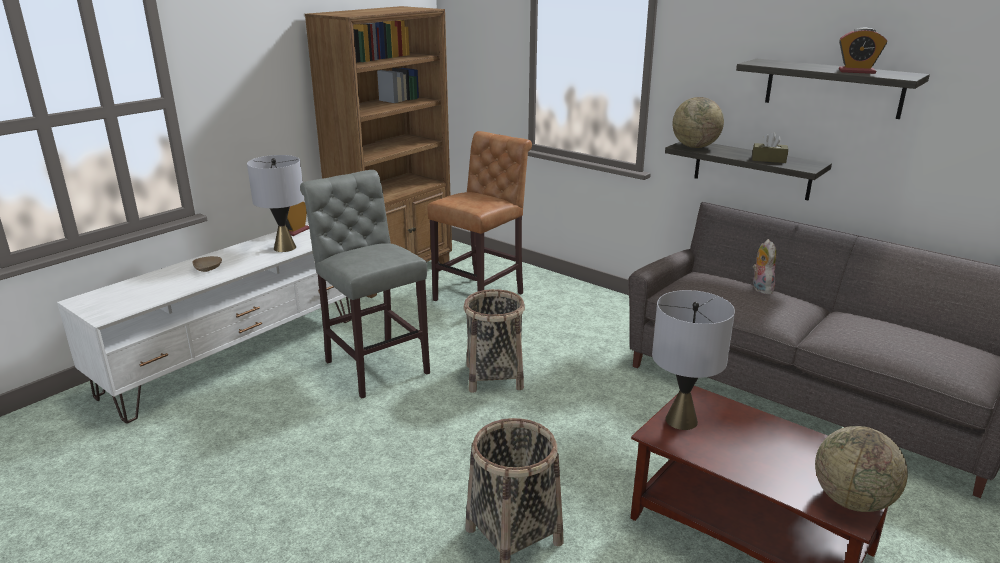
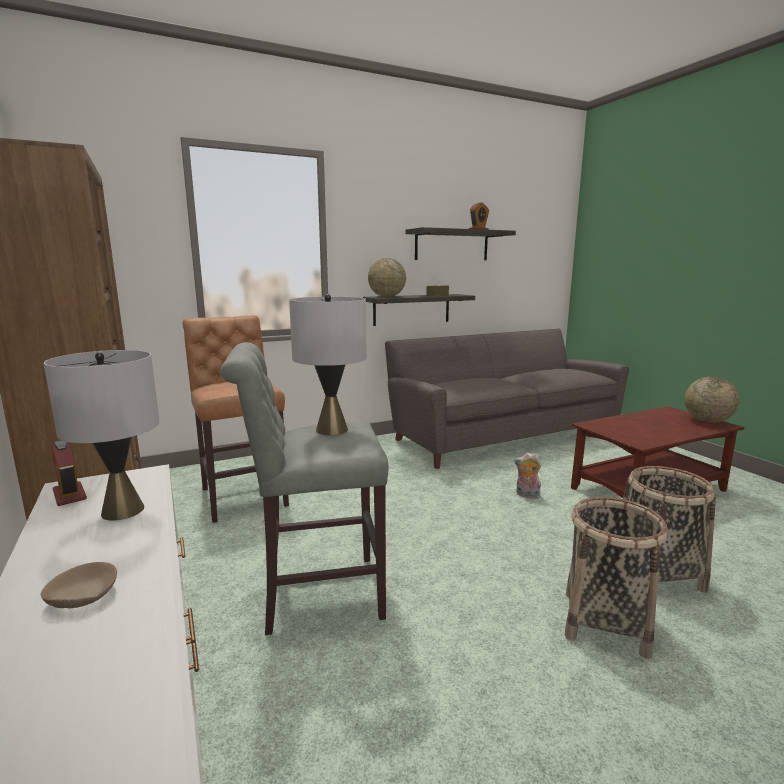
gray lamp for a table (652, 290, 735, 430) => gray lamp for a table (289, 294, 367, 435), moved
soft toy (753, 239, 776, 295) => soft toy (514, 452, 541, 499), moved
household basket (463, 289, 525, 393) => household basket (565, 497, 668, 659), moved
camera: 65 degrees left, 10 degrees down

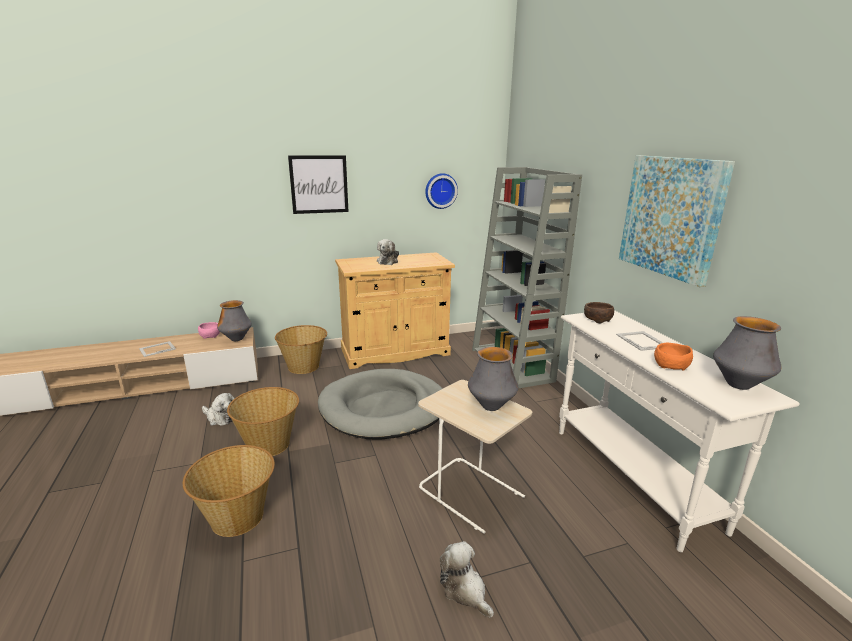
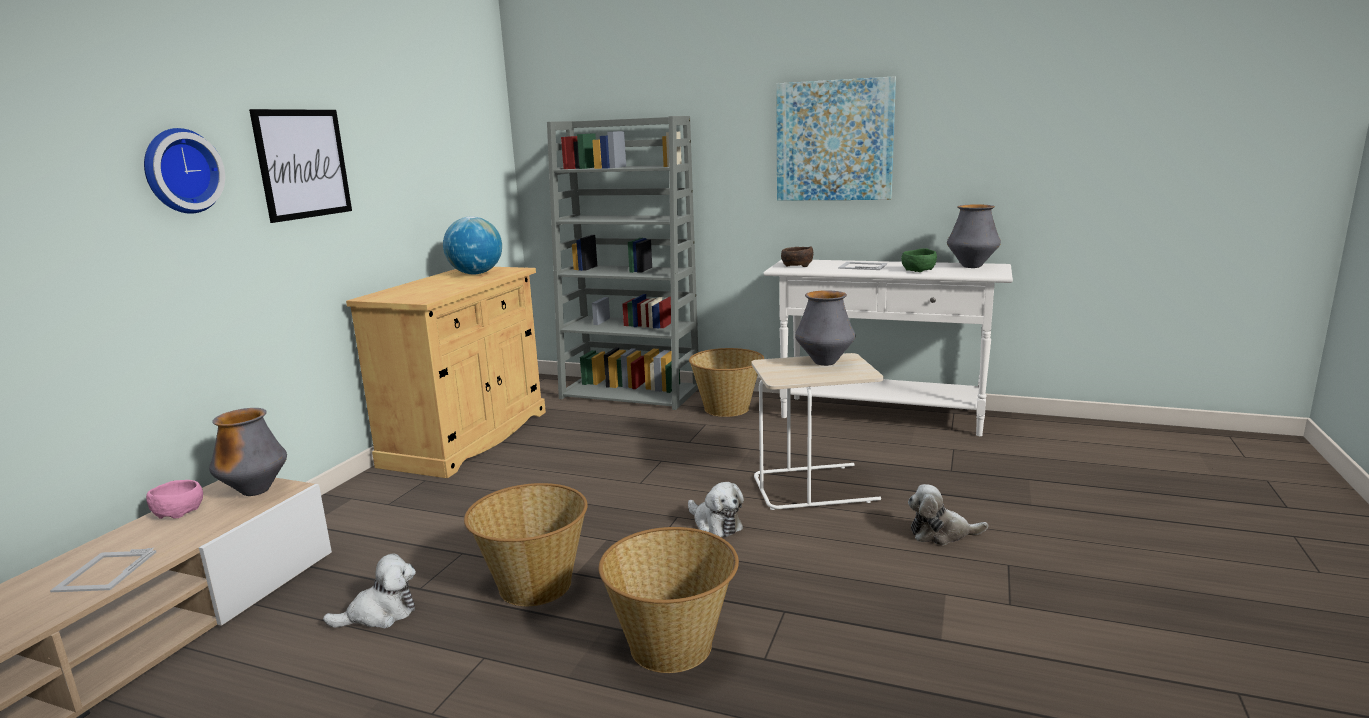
hanging clock (425, 173, 458, 209) => hanging clock (144, 128, 225, 214), moved
nothing => globe (443, 216, 502, 274)
soft toy (377, 239, 399, 265) => soft toy (688, 482, 744, 537), moved
household basket (275, 325, 327, 374) => household basket (689, 348, 764, 417), moved
orange serving bowl (654, 342, 693, 371) => green serving bowl (901, 248, 937, 272)
gray dog cushion (318, 369, 443, 440) => nothing
camera: 50 degrees left, 5 degrees down

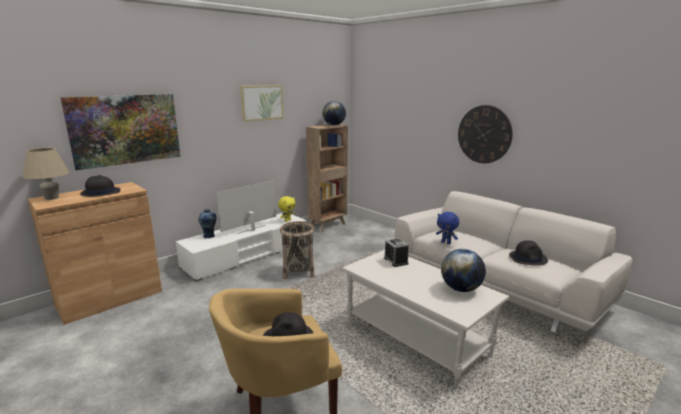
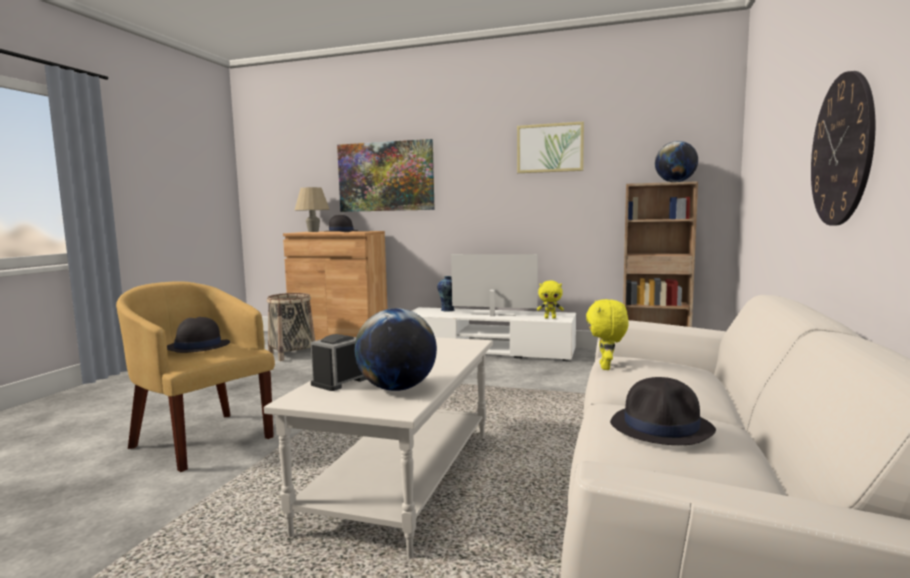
household basket (280, 221, 315, 279) => household basket (267, 293, 315, 361), moved
table clock (384, 238, 409, 267) => table clock (311, 334, 367, 391), moved
blue soft toy (436, 212, 459, 244) => yellow-coloured soft toy (586, 299, 629, 370)
camera: 60 degrees right, 10 degrees down

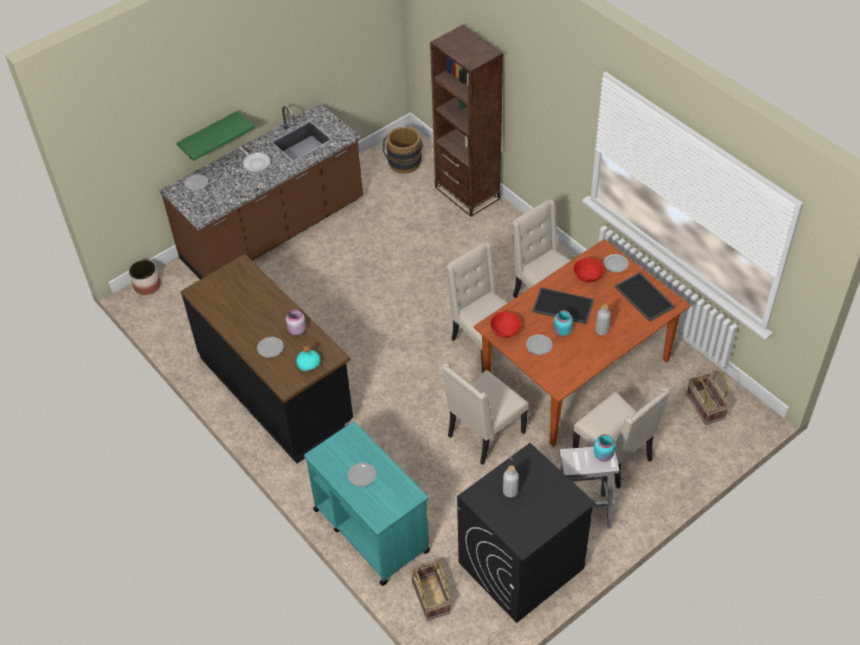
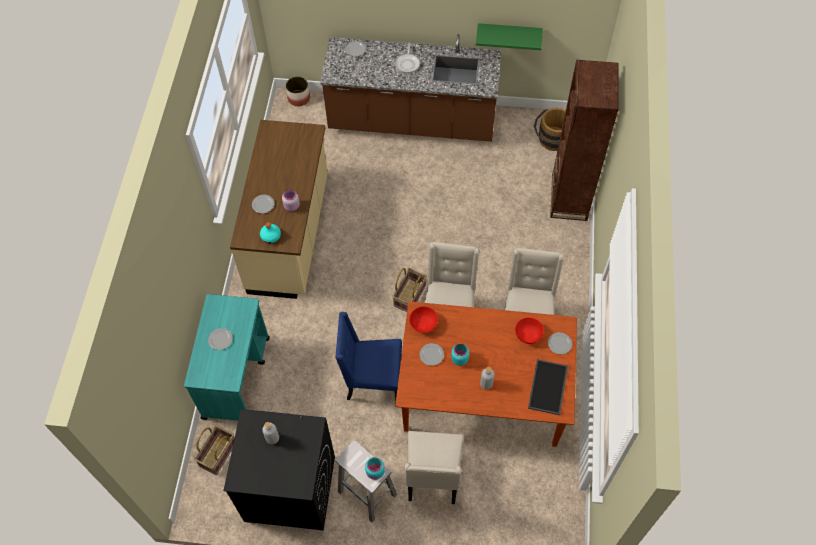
black-coloured counter (181, 254, 353, 464) => beige-coloured counter (230, 120, 328, 299)
beige-coloured chair (442, 363, 529, 465) => blue chair (335, 312, 402, 400)
household basket (687, 371, 730, 425) => household basket (393, 268, 427, 312), moved
green shelf (177, 111, 255, 161) => green shelf (476, 23, 543, 50), moved
carrying tray (532, 287, 594, 324) => nothing
camera: 45 degrees right, 10 degrees up

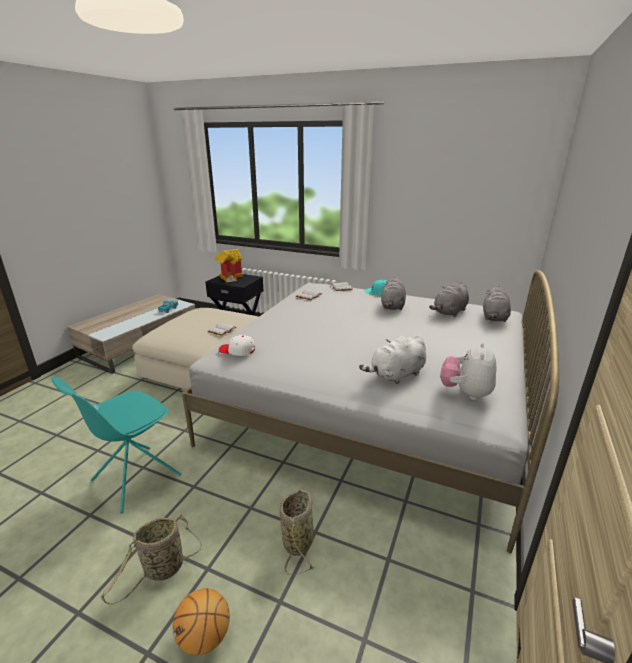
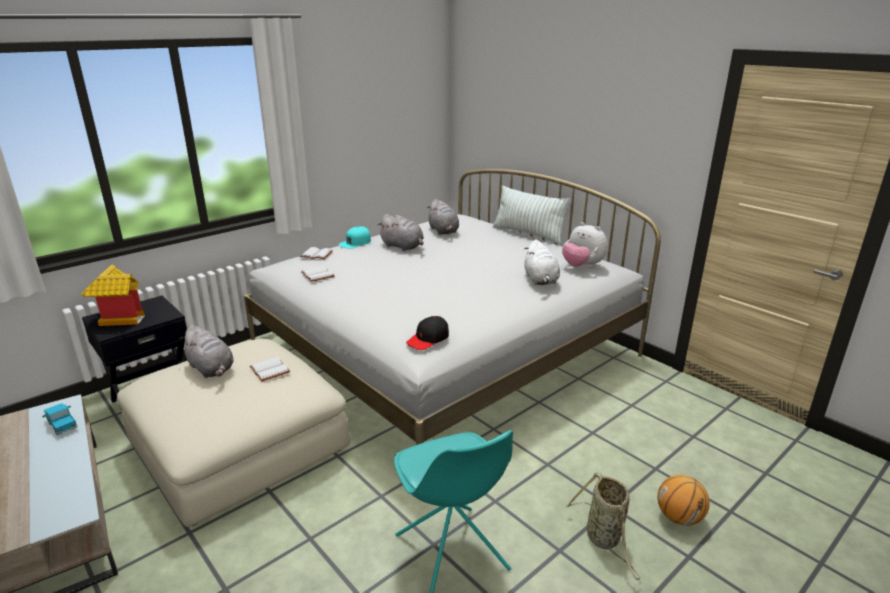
gray soft toy (483, 285, 511, 322) => gray soft toy (180, 325, 233, 378), moved
white-coloured cap (219, 335, 255, 356) => black-coloured cap (406, 316, 449, 350)
nothing => cushion (493, 186, 571, 244)
household basket (279, 489, 315, 575) => nothing
camera: 65 degrees left, 0 degrees up

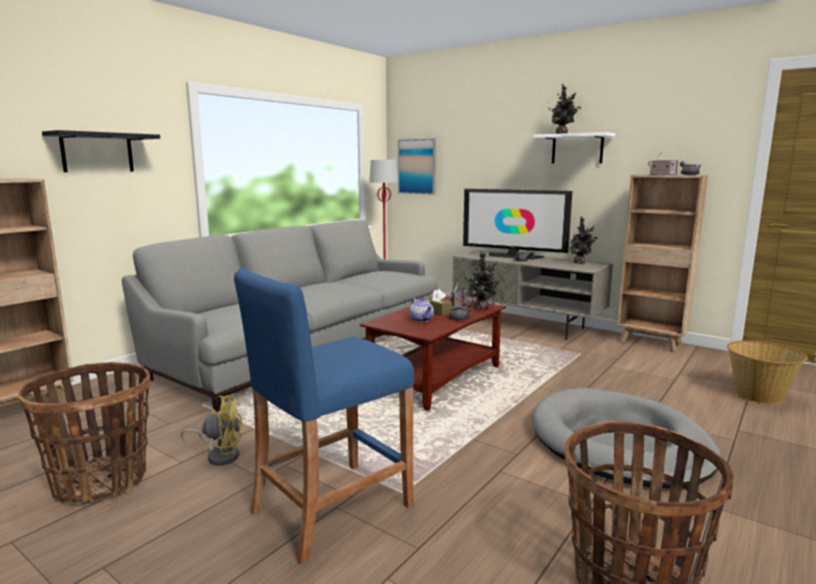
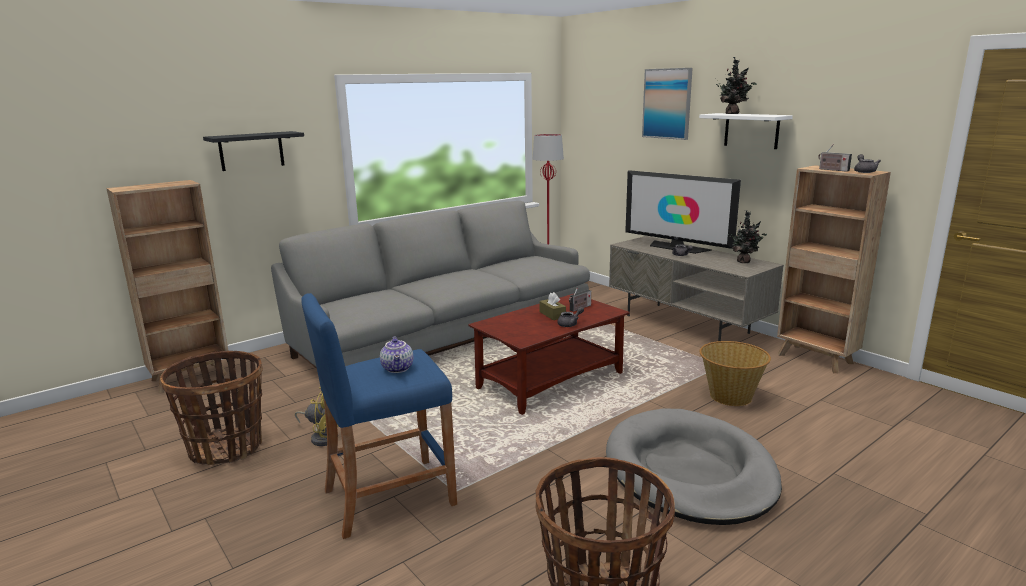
teapot (410, 297, 434, 322) => teapot (380, 336, 413, 373), moved
wall picture (398, 139, 436, 195) => wall picture (642, 68, 693, 140), moved
household basket (727, 340, 808, 404) => household basket (699, 341, 771, 406), moved
houseplant (463, 251, 505, 309) => nothing
camera: 15 degrees right, 5 degrees up

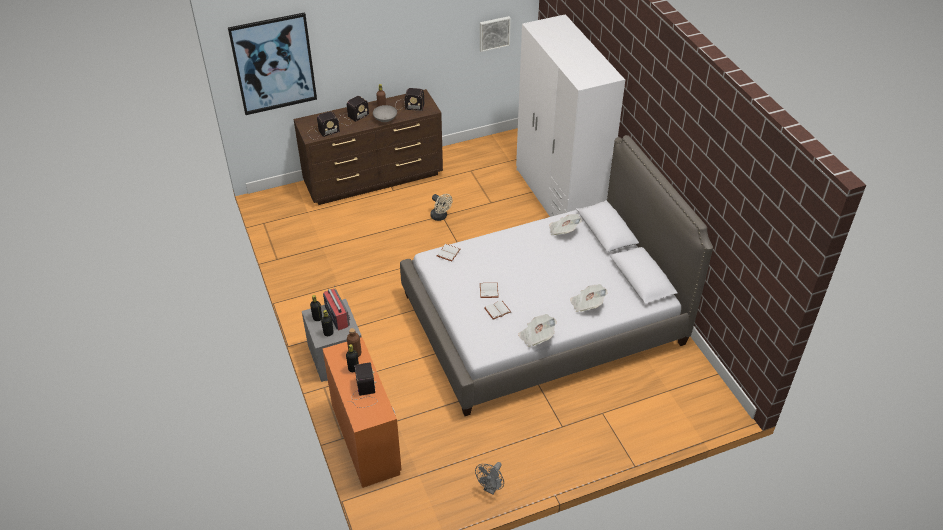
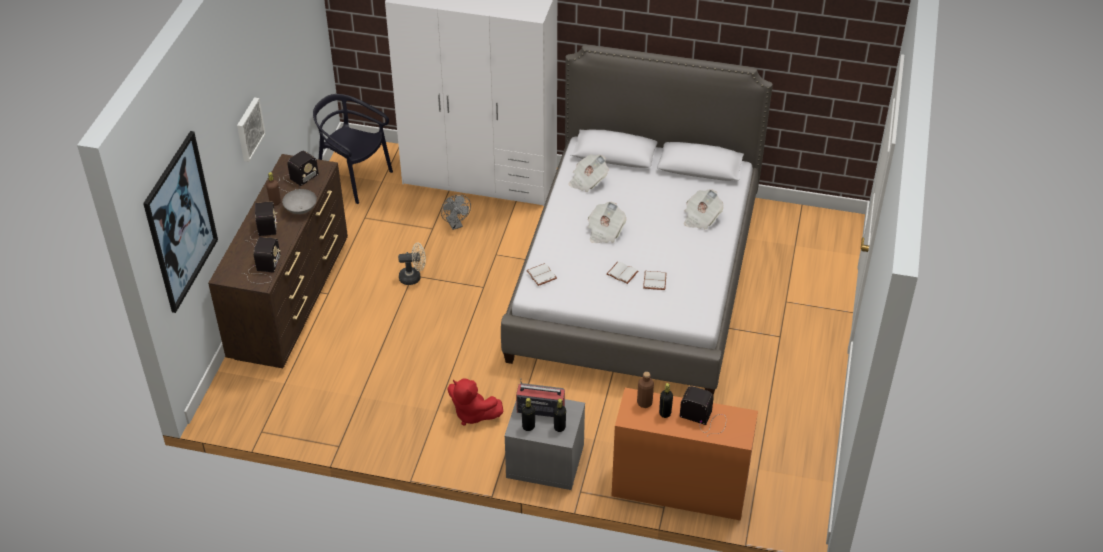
wall picture (480, 16, 511, 52) => wall picture (237, 97, 266, 162), moved
nothing => black-coloured chair (313, 94, 393, 204)
gray electric fan (475, 462, 504, 495) => gray electric fan (441, 195, 471, 230), moved
nothing => red-coloured soft toy (447, 378, 504, 426)
daily paper (518, 314, 557, 347) => daily paper (587, 202, 626, 243), moved
camera: 55 degrees left, 0 degrees up

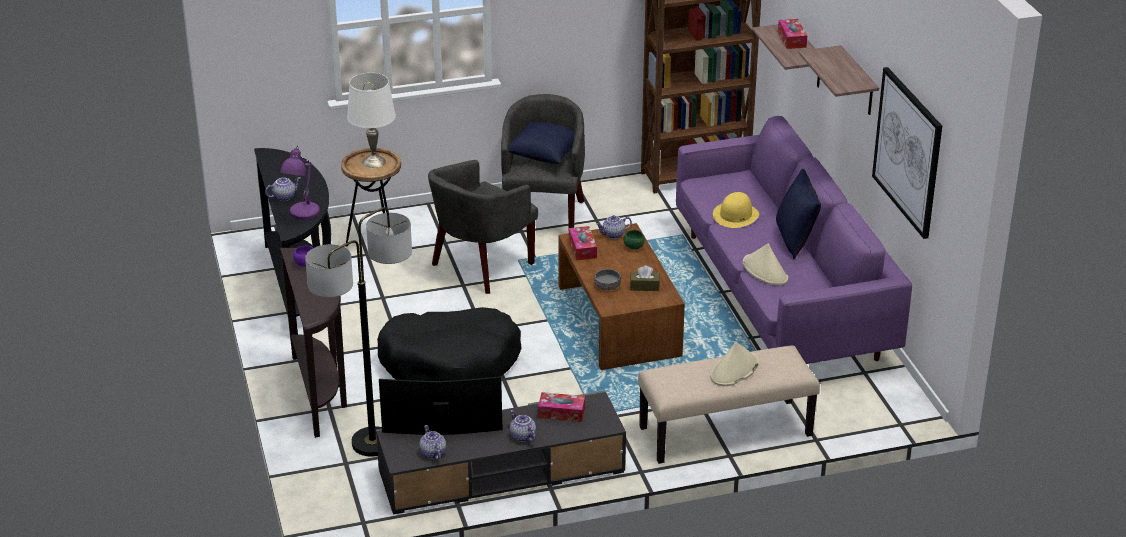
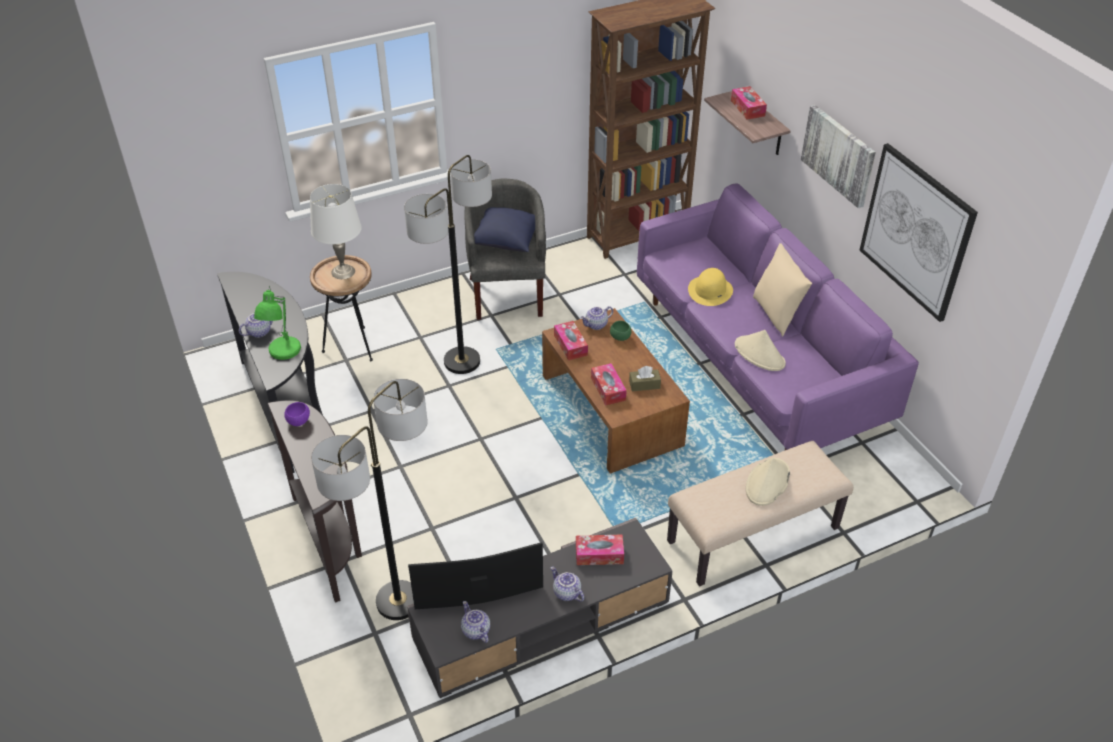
purplish lamp for a table (280, 145, 320, 220) => green lamp for a table (254, 286, 301, 360)
gray armchair (428, 160, 538, 294) => floor lamp (404, 155, 492, 374)
gray serving bowl (594, 269, 621, 290) => tissue holder (591, 363, 627, 406)
blue cushion (776, 169, 821, 259) => beige-coloured cushion (753, 243, 812, 337)
shelf (798, 45, 879, 115) => wall picture (801, 105, 876, 208)
black-coloured dog cushion (377, 307, 522, 381) => nothing
camera: 10 degrees left, 10 degrees up

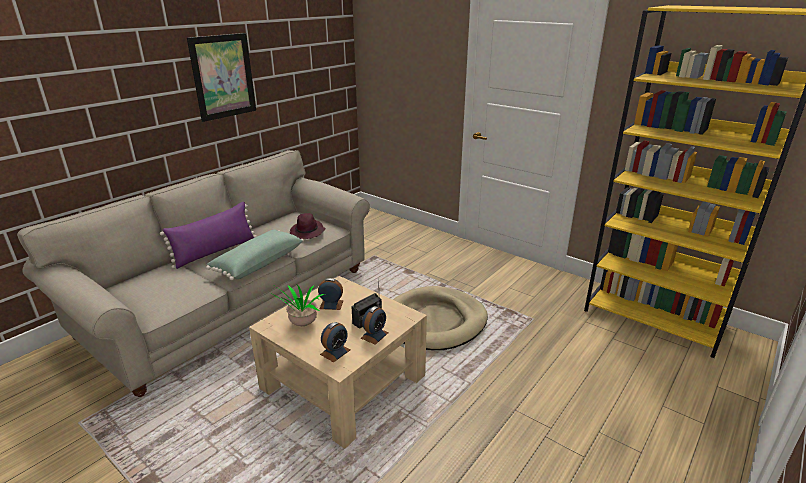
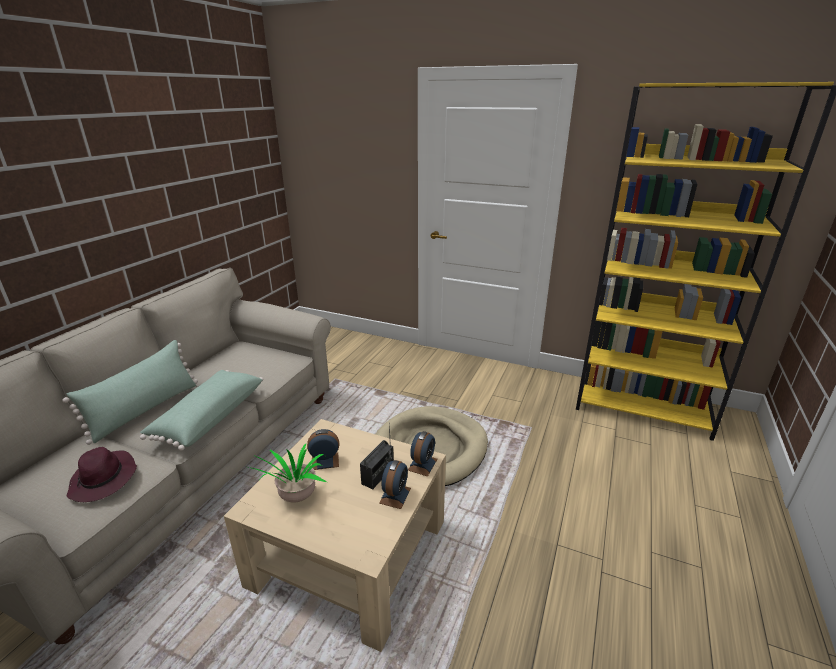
purplish cushion (160, 202, 257, 269) => green cushion (63, 340, 198, 445)
purplish hat (290, 213, 326, 239) => purplish hat (67, 447, 137, 502), moved
table clock (320, 322, 350, 363) => table clock (408, 431, 437, 477), moved
wall picture (187, 33, 256, 122) => nothing
camera: 15 degrees left, 0 degrees up

